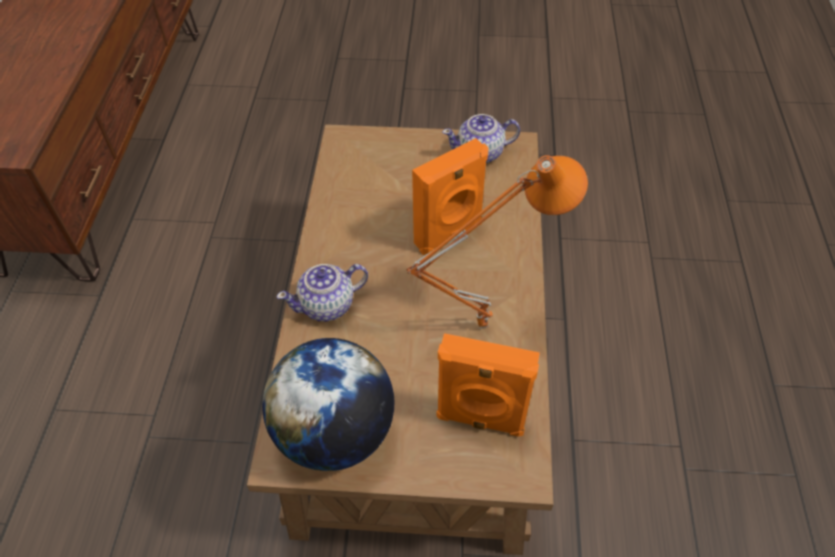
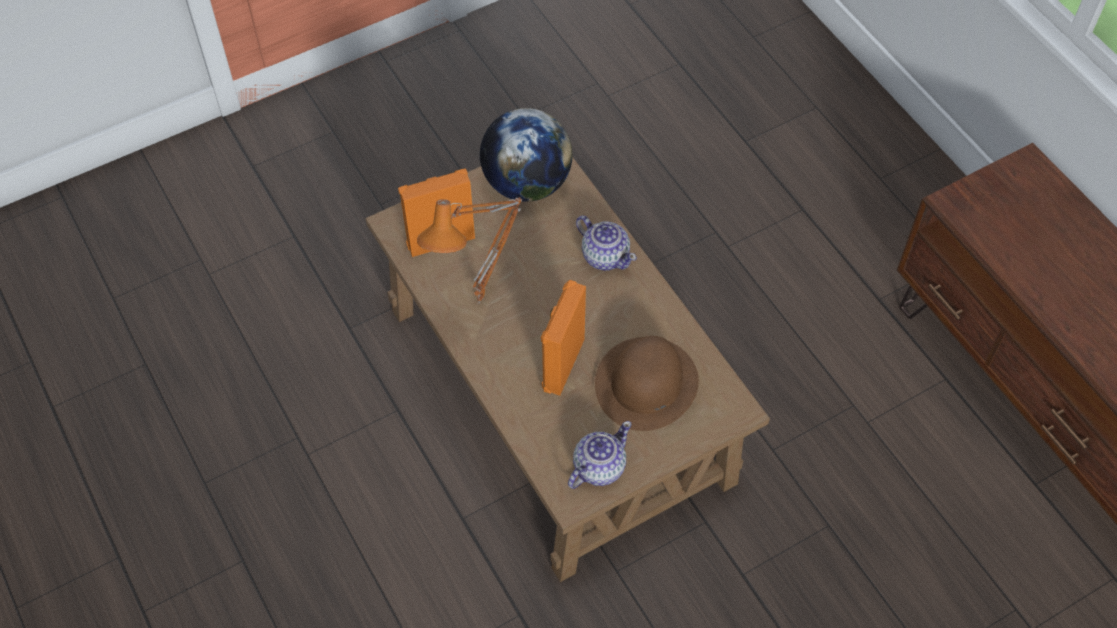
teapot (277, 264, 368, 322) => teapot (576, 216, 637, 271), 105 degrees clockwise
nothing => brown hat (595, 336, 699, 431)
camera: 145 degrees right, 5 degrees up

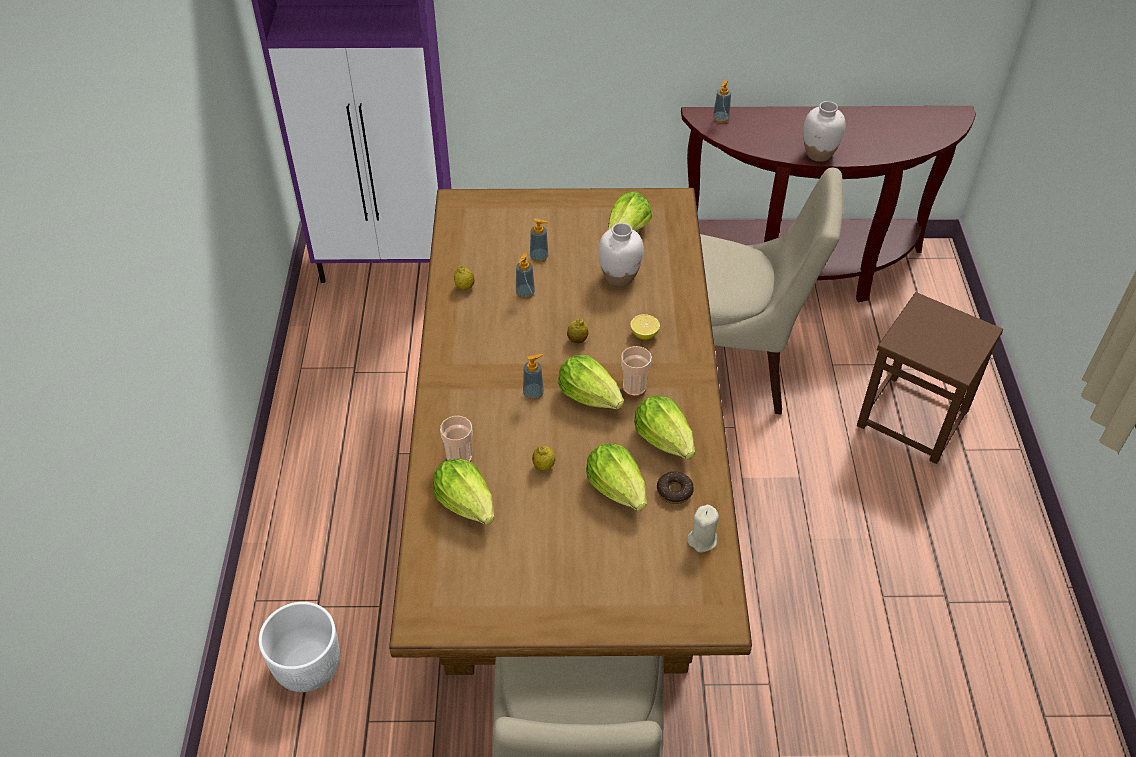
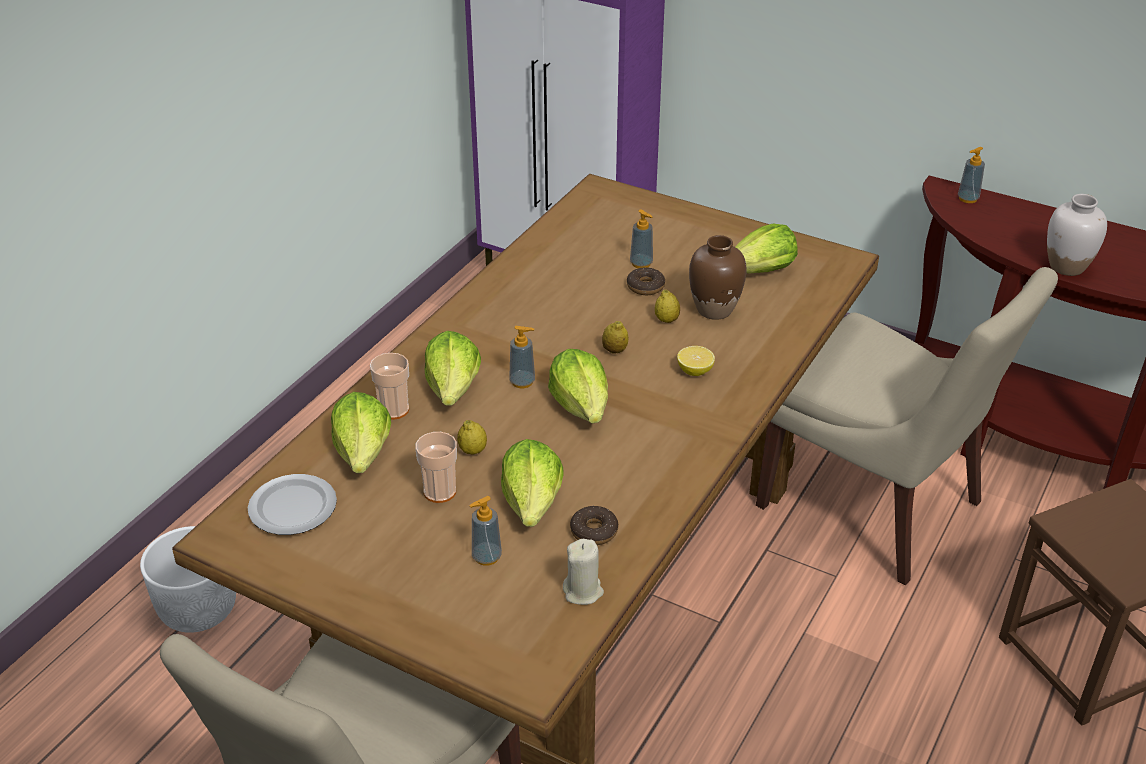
nothing => plate (248, 474, 337, 535)
cup (621, 346, 652, 397) => cup (415, 432, 457, 503), moved
lettuce (634, 396, 695, 459) => lettuce (425, 331, 481, 406), moved
liquid soap bottle (516, 253, 535, 299) => liquid soap bottle (469, 496, 502, 566), moved
nothing => doughnut (627, 267, 665, 295)
citrus fruit (454, 265, 475, 290) => citrus fruit (655, 290, 680, 323), moved
white-coloured flower vase (598, 223, 644, 287) => brown flower vase (689, 235, 747, 320)
camera: 30 degrees right, 10 degrees down

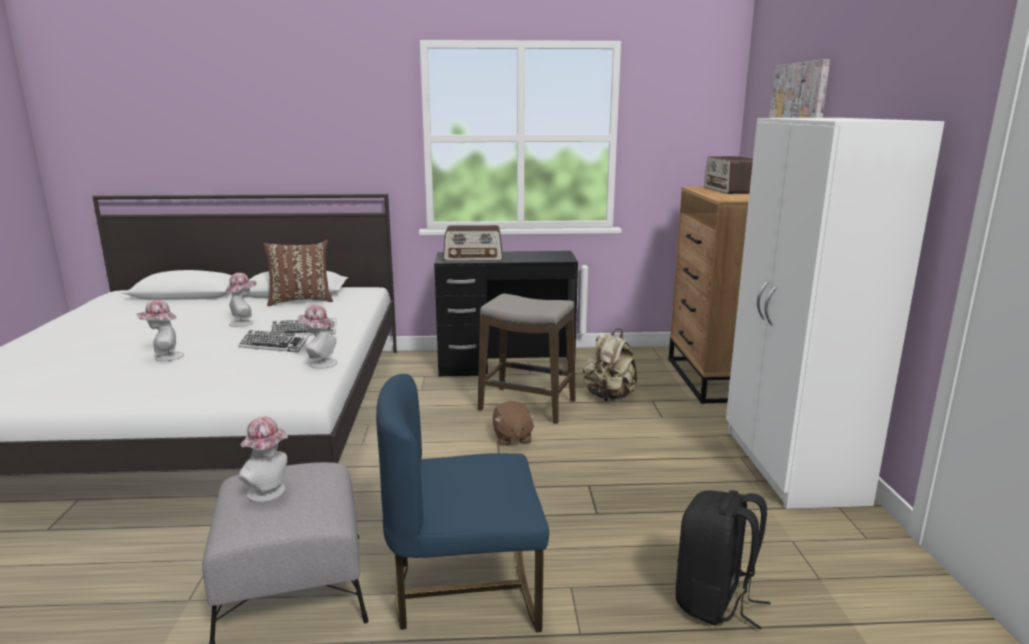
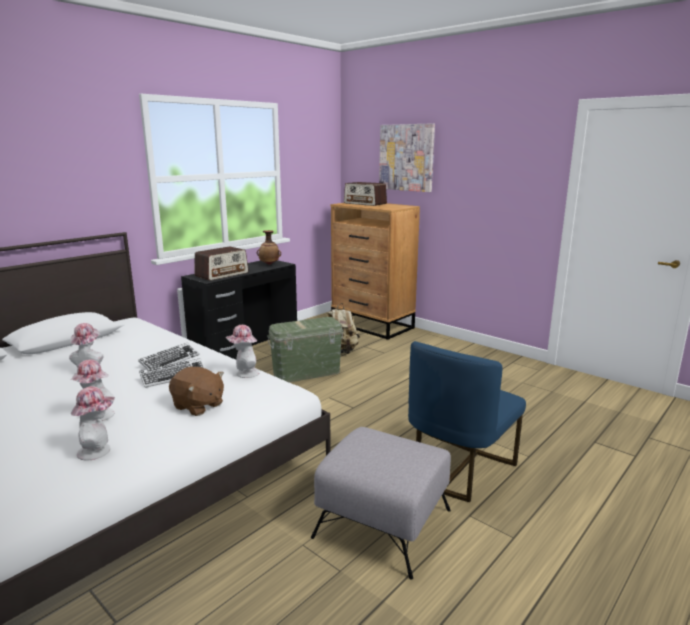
hat (239, 417, 288, 502) => hat (71, 386, 115, 461), moved
brown soft toy (493, 401, 536, 446) => brown soft toy (169, 367, 224, 416), moved
nothing => flower vase (257, 230, 281, 265)
sitting stool (478, 294, 575, 424) => green storage box (267, 317, 344, 383)
brown cushion (263, 240, 333, 306) => nothing
black-coloured knapsack (675, 490, 771, 629) => nothing
white-coloured clothes cupboard (726, 118, 945, 509) => nothing
camera: 45 degrees left, 0 degrees up

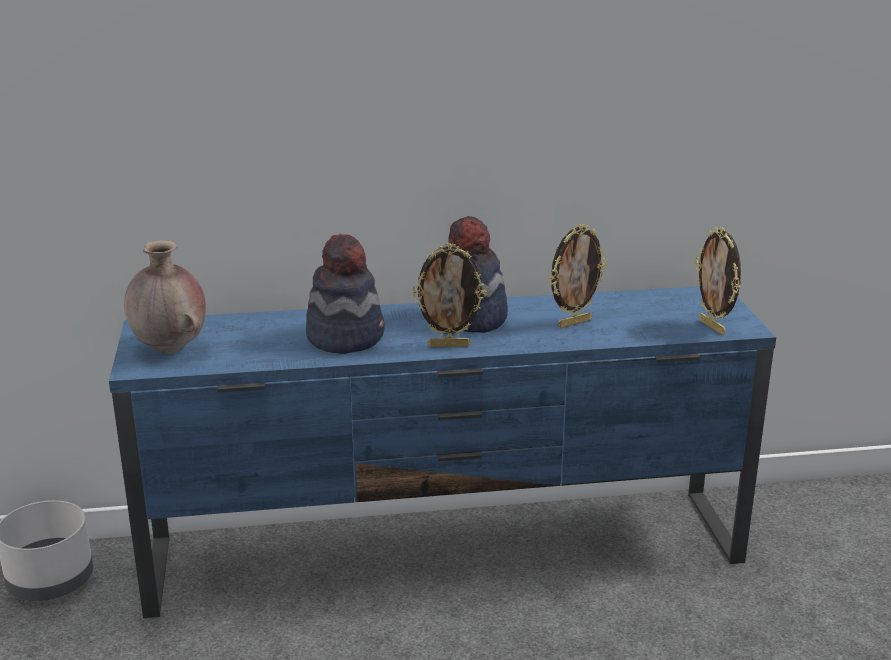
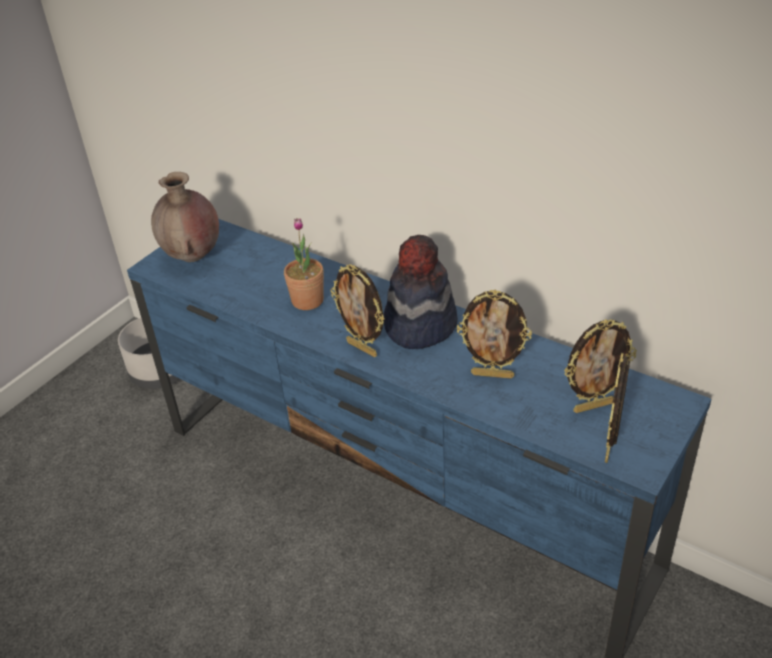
hat (306, 233, 385, 354) => houseplant (284, 218, 324, 310)
nothing => standing frame (564, 319, 637, 413)
camera: 45 degrees right, 15 degrees up

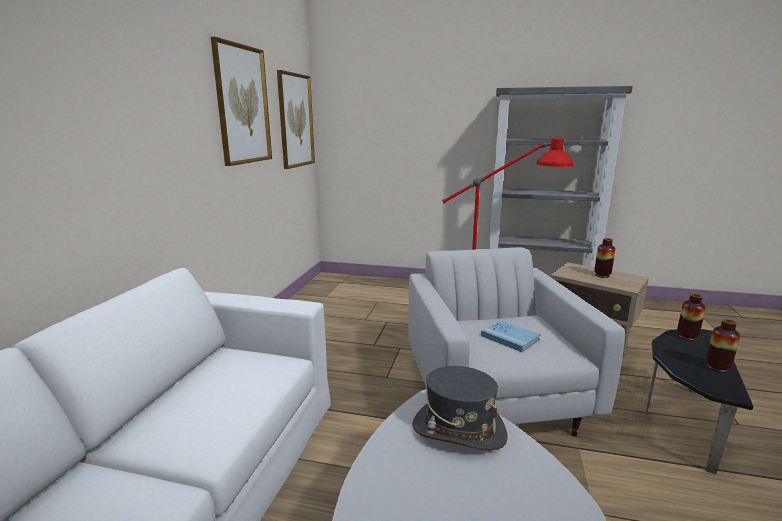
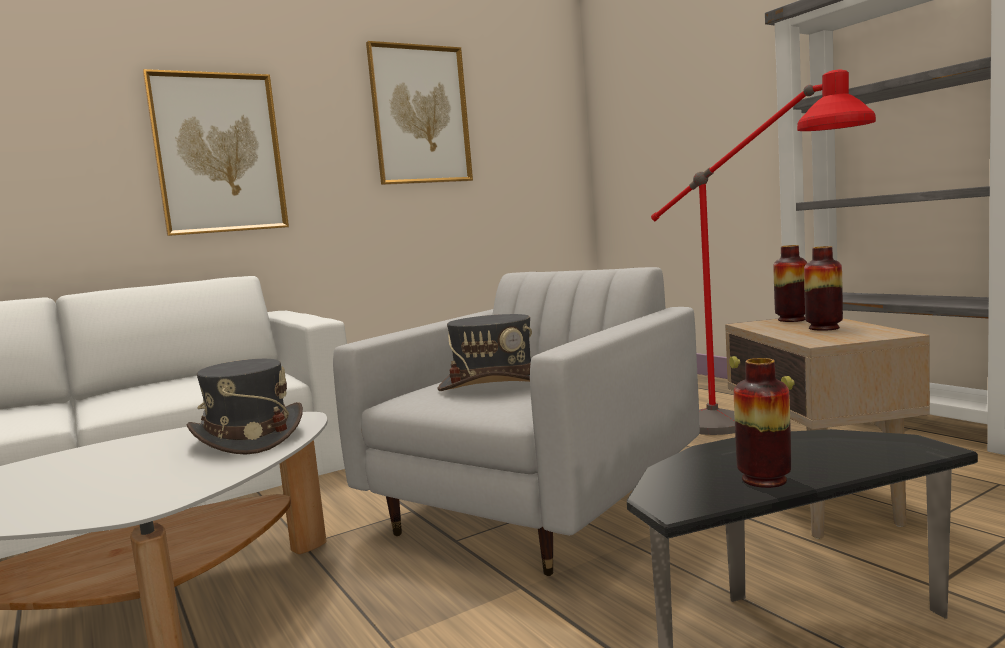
wall picture (277, 70, 315, 169) => wall picture (143, 69, 289, 236), moved
blue bound book (481, 320, 540, 352) => gray hat (437, 314, 532, 391)
flower vase (677, 294, 706, 341) => flower vase (773, 245, 807, 322), moved
camera: 45 degrees right, 10 degrees down

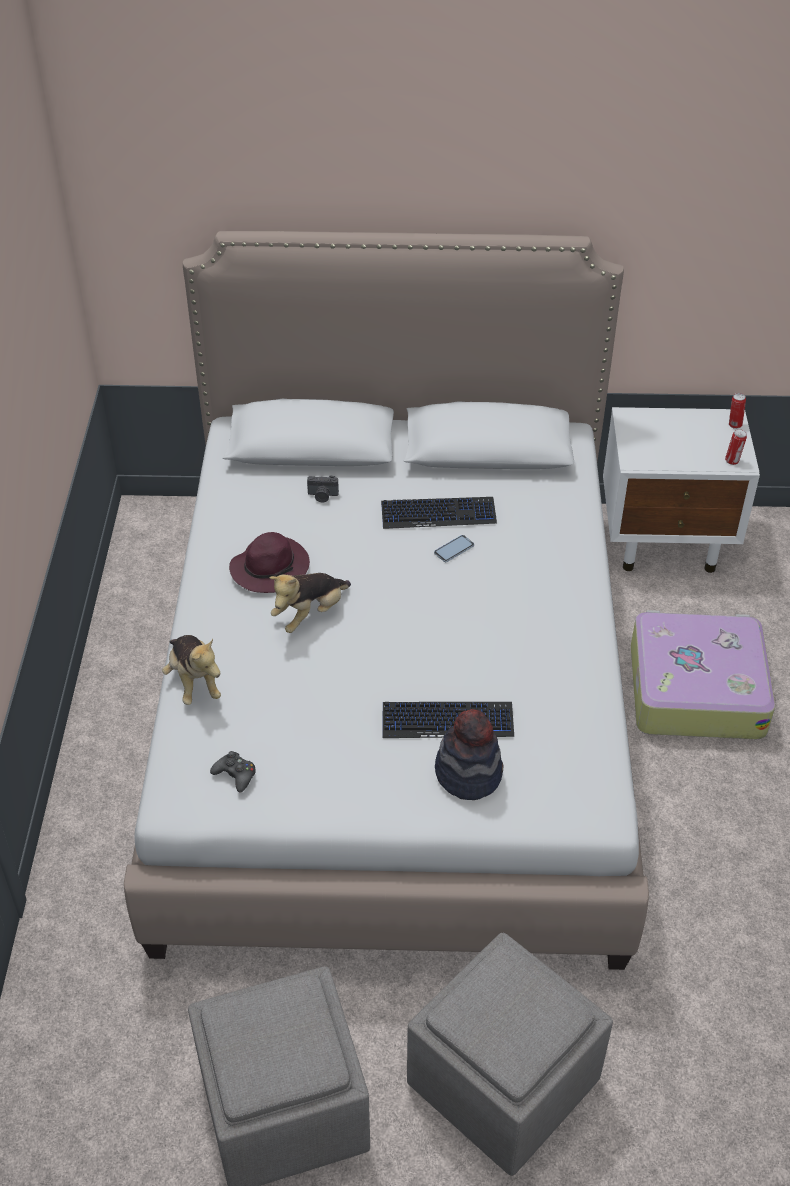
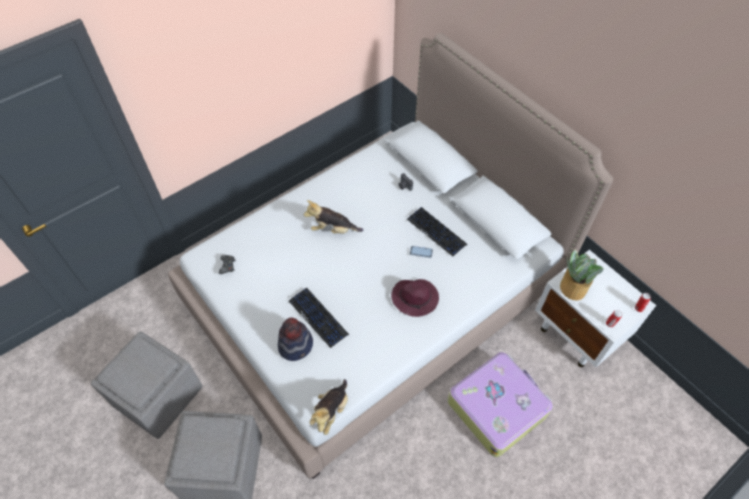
soft toy (162, 635, 221, 705) => soft toy (309, 379, 348, 435), moved
purplish hat (229, 532, 310, 593) => purplish hat (391, 279, 439, 317), moved
nothing => houseplant (560, 249, 604, 300)
camera: 50 degrees right, 10 degrees up

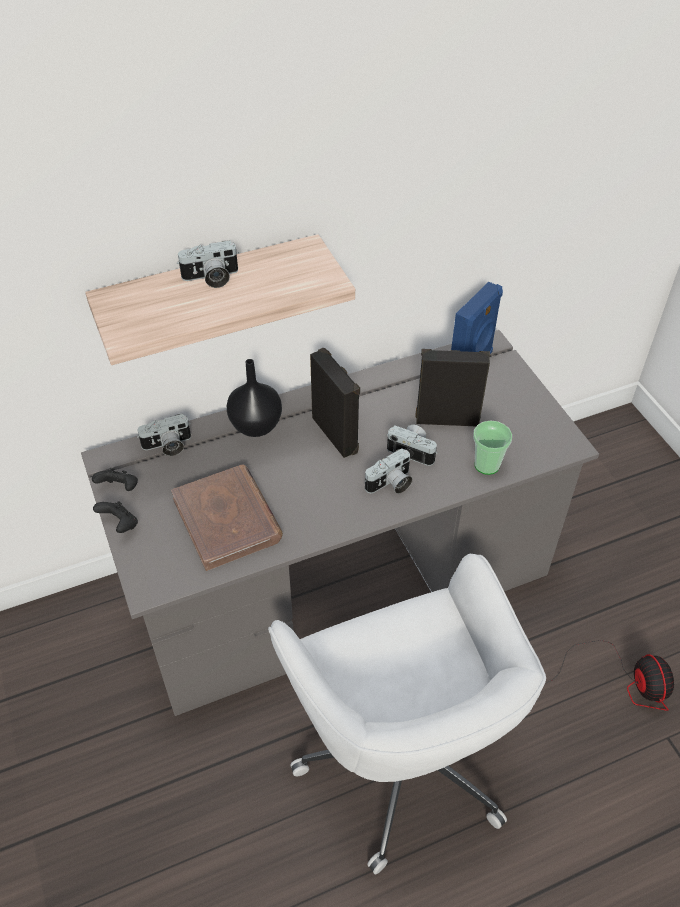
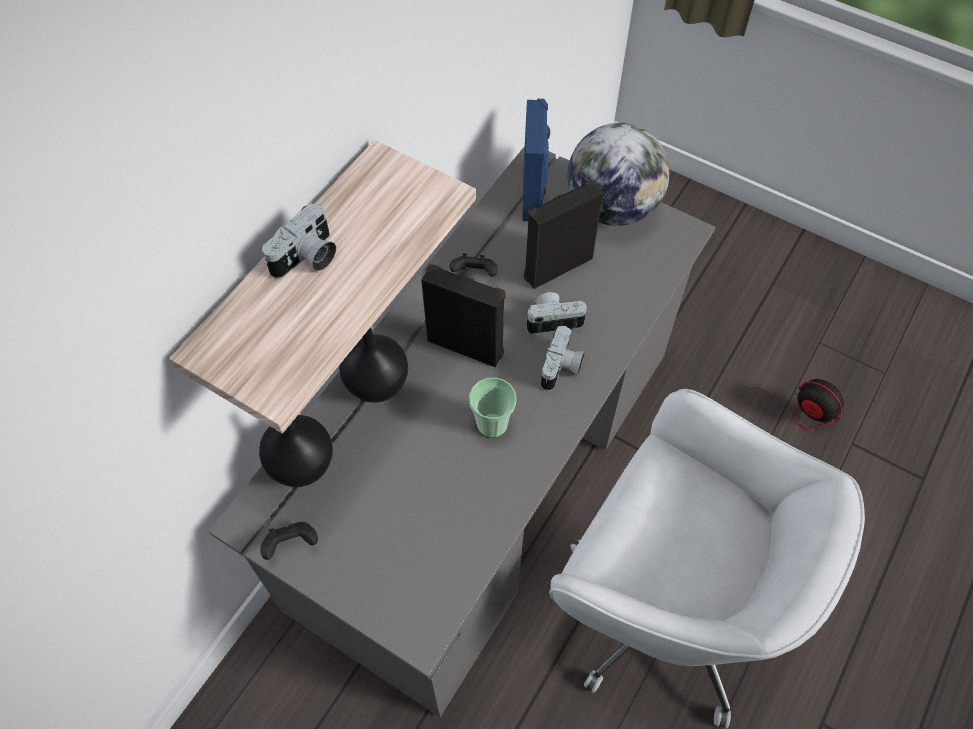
still camera (137, 414, 191, 456) => black-coloured flower vase (259, 415, 333, 487)
black-coloured game controller (93, 501, 138, 533) => black-coloured game controller (450, 253, 498, 277), moved
cup (473, 421, 512, 475) => cup (469, 377, 517, 438), moved
nothing => globe (567, 123, 670, 226)
brown bound book (171, 464, 283, 571) => nothing
camera: 35 degrees left, 10 degrees up

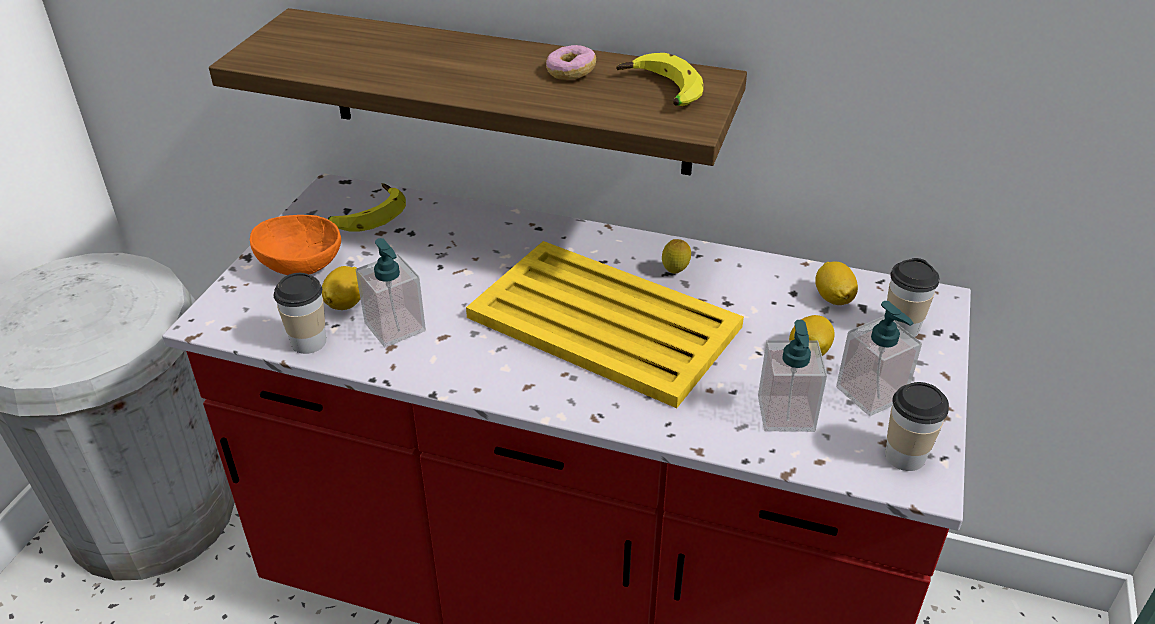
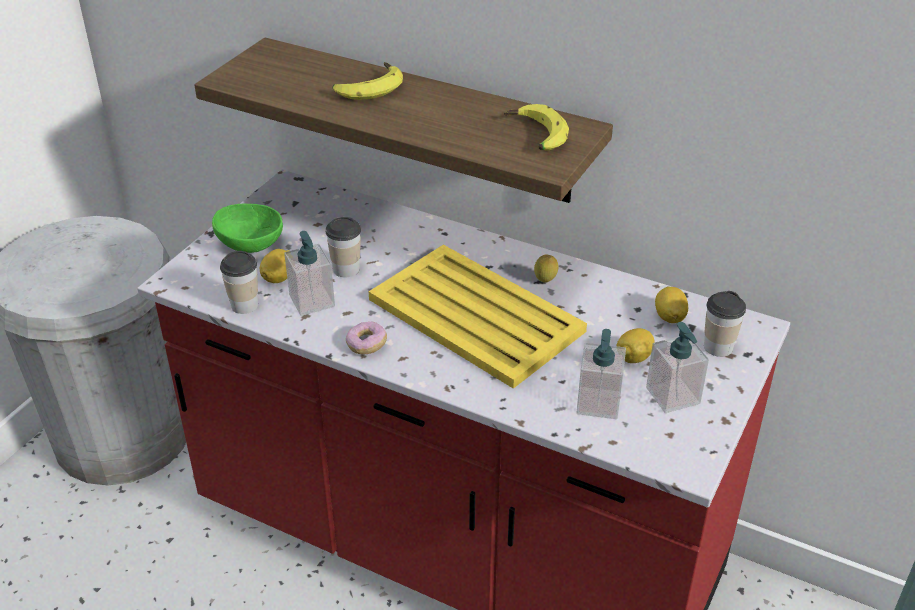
orange serving bowl (250, 215, 341, 275) => green serving bowl (212, 204, 283, 253)
cup (885, 382, 949, 471) => cup (326, 217, 361, 277), moved
banana fruit (328, 183, 406, 232) => banana fruit (332, 62, 403, 100), moved
doughnut (546, 45, 596, 80) => doughnut (346, 322, 387, 355), moved
camera: 10 degrees right, 0 degrees up

